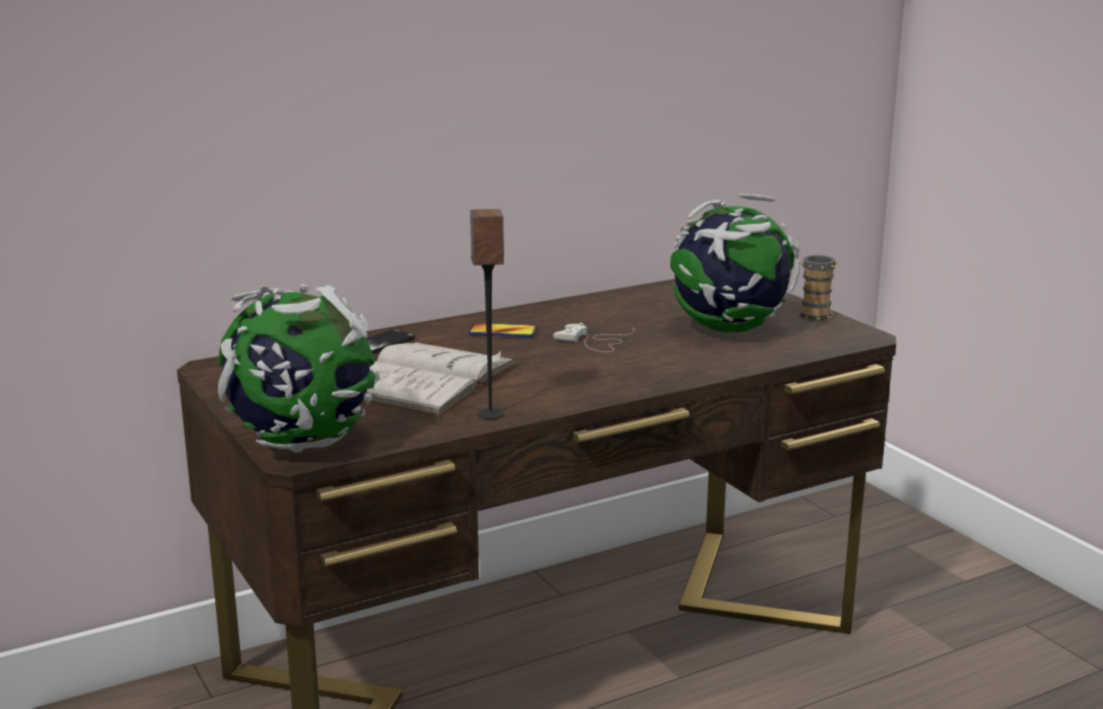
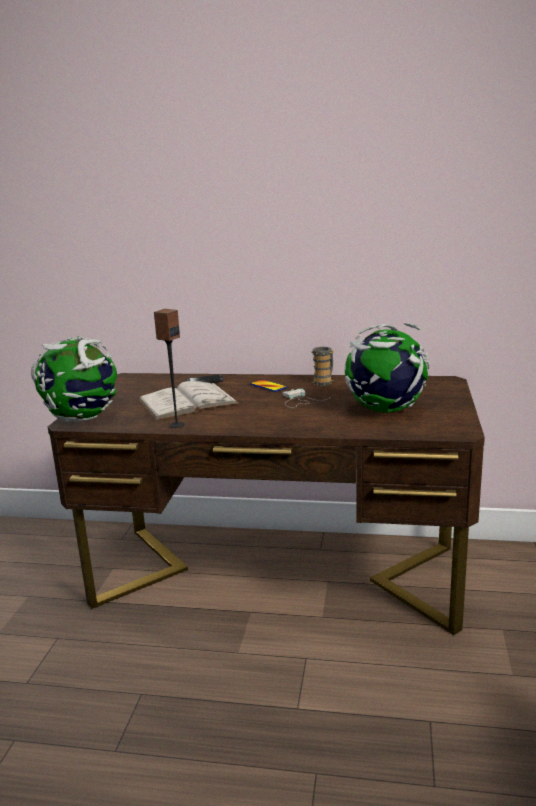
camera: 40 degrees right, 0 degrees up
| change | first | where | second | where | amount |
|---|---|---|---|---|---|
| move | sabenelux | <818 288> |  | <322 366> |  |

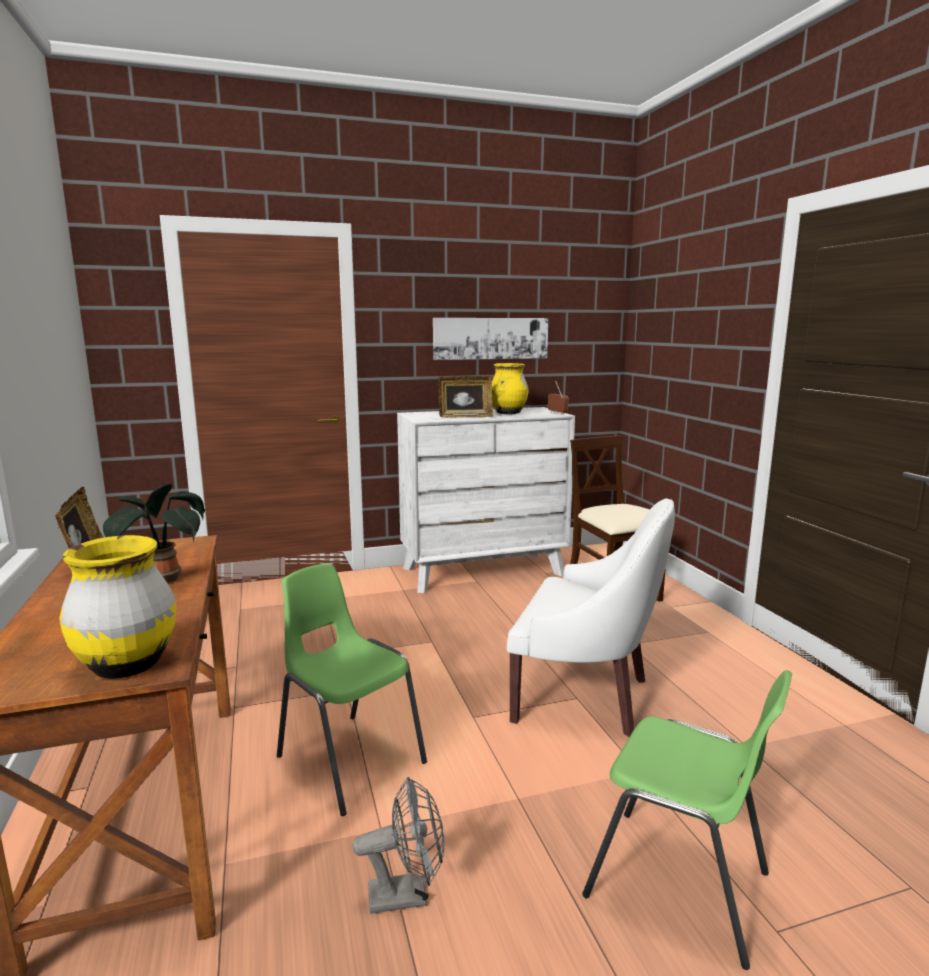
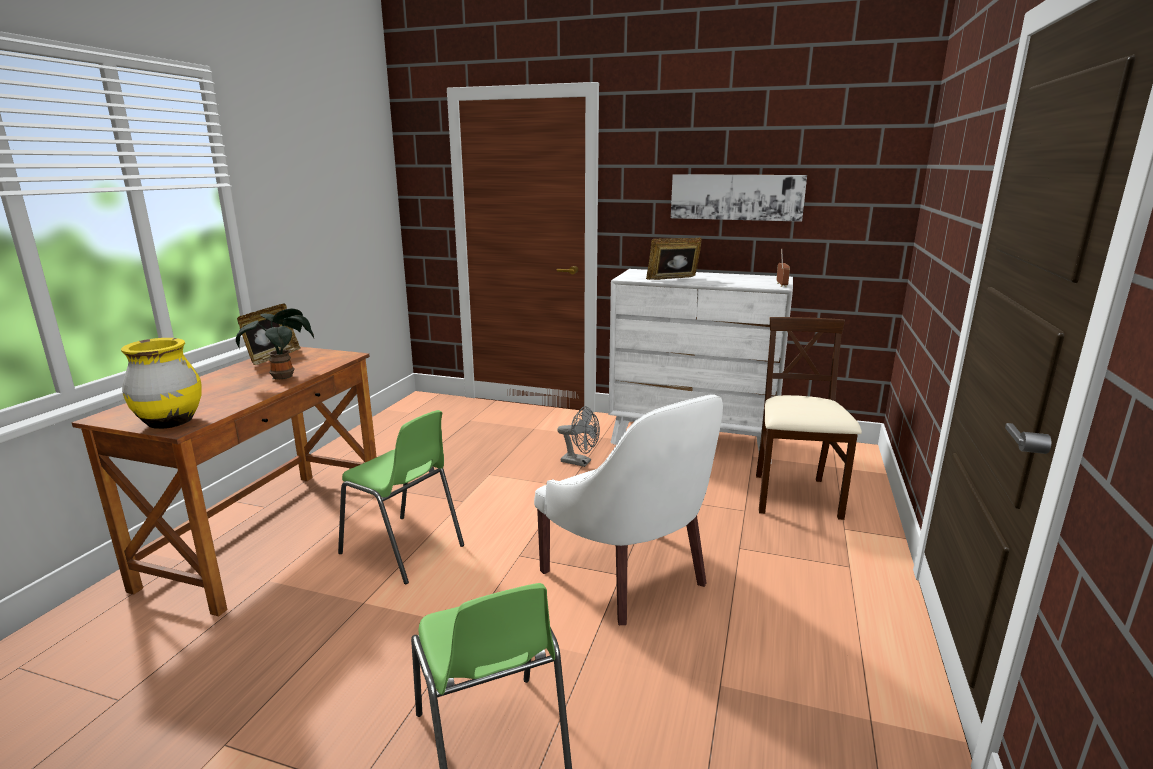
camera: 35 degrees right, 5 degrees up
| change | first | where | second | where | amount |
|---|---|---|---|---|---|
| delete | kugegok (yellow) | <510 388> |  |  |  |
| move | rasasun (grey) | <398 845> |  | <578 436> |  |
| rotate | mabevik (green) | <352 689> |  | <401 497> | 135 degrees clockwise |
| rotate | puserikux | <465 397> |  | <674 258> | 135 degrees clockwise |

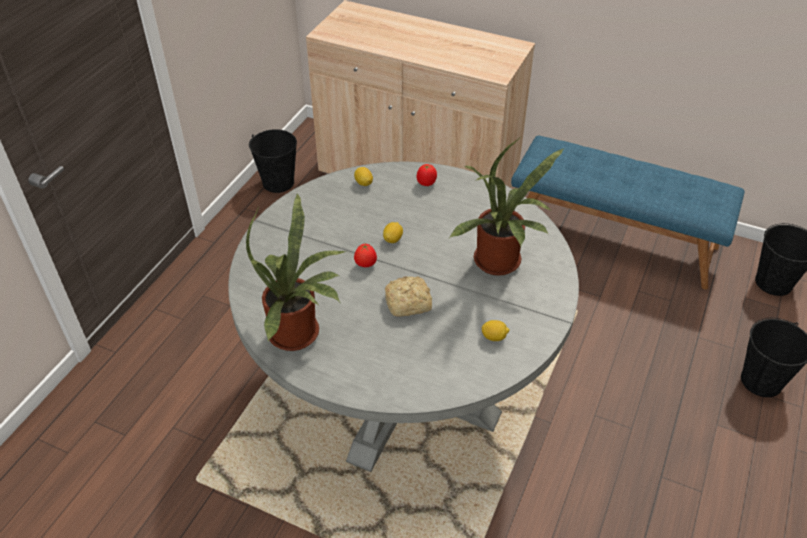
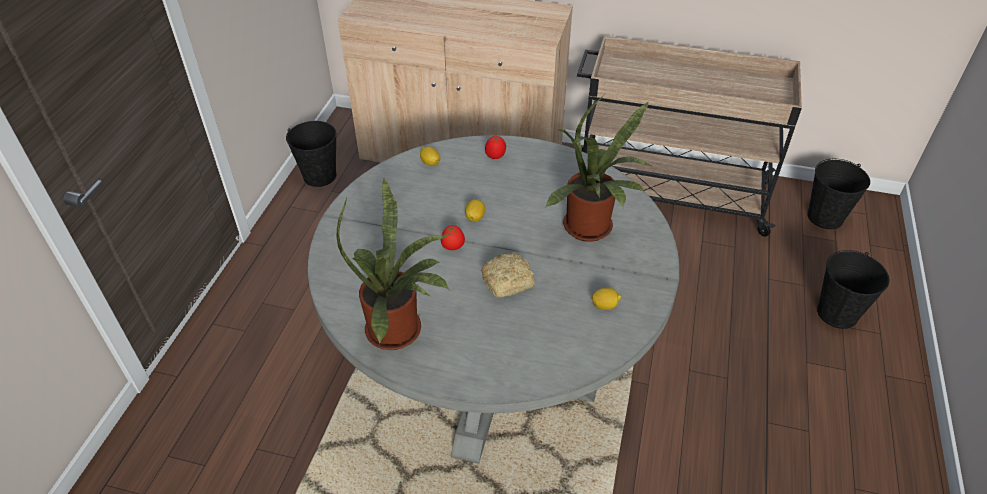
camera: 10 degrees left, 0 degrees up
| change | first | where | second | where | amount |
|---|---|---|---|---|---|
| replace | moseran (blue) | <628 213> | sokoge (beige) | <689 136> |  |

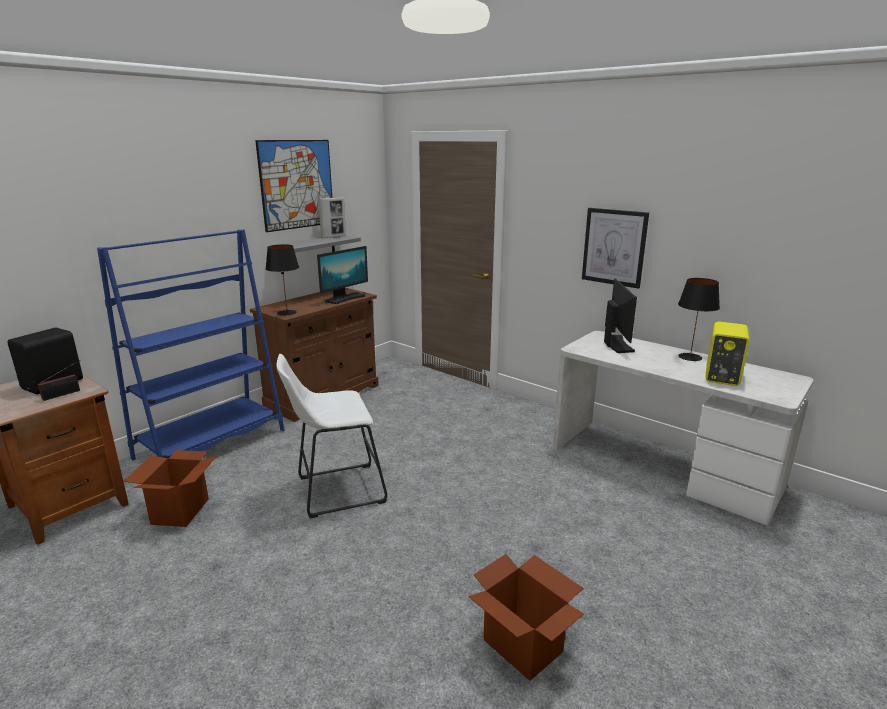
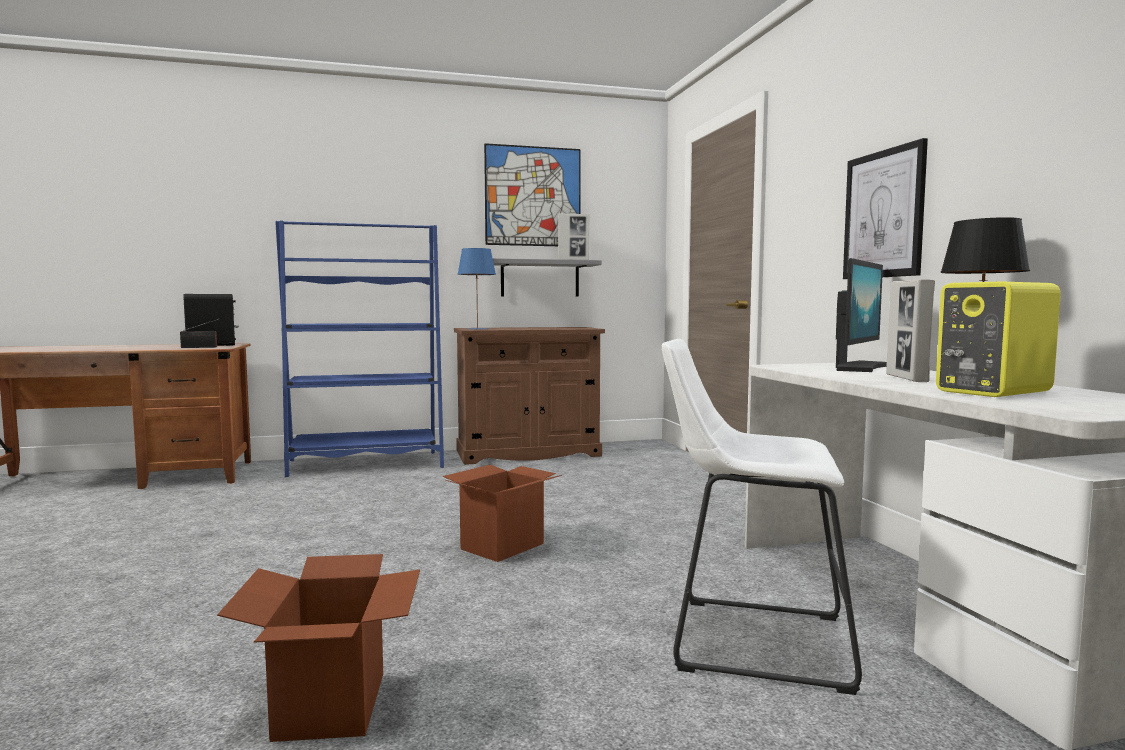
camera: 35 degrees right, 15 degrees down
| change | first | where | second | where | amount |
|---|---|---|---|---|---|
| delete | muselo | <342 275> |  |  |  |
| insert |  |  | puserikux | <910 331> |  |
| move | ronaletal | <170 488> |  | <502 513> |  |
| move | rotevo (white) | <331 436> |  | <762 517> |  |
| recolor | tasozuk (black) | <282 280> | tasozuk (blue) | <477 289> |  |

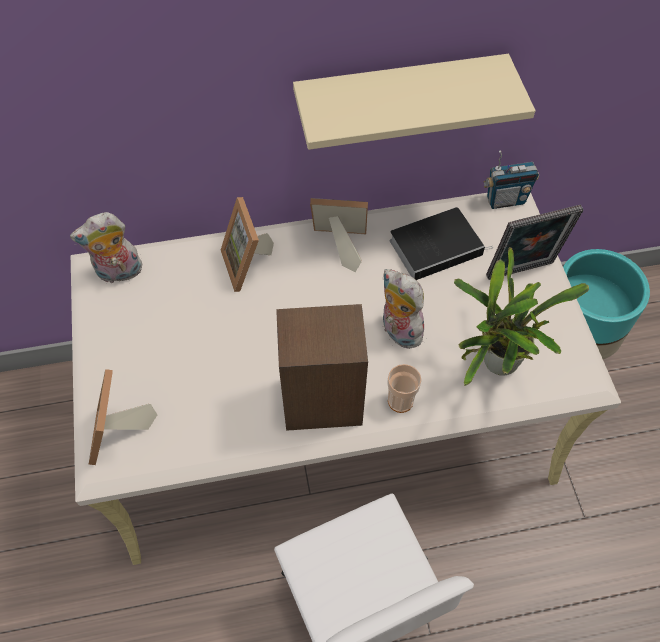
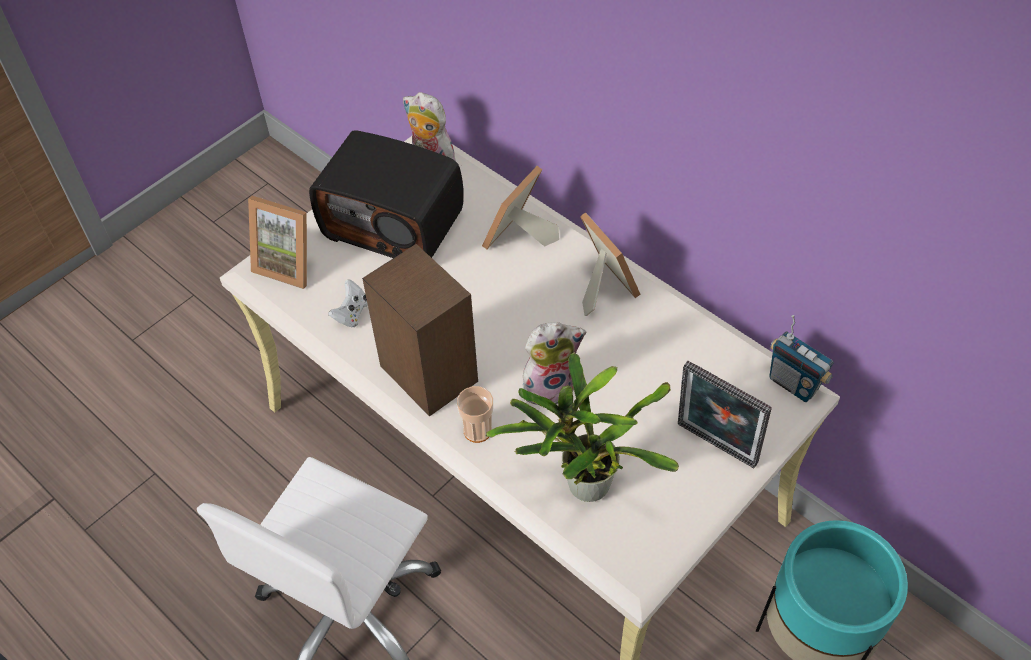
camera: 55 degrees right, 5 degrees down
| change | first | where | second | where | amount |
|---|---|---|---|---|---|
| delete | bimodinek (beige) | <414 102> |  |  |  |
| delete | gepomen | <441 243> |  |  |  |
| insert |  |  | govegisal | <386 194> |  |
| insert |  |  | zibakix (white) | <348 304> |  |
| rotate | puserikux | <123 417> |  | <277 242> | 120 degrees counterclockwise |
| rotate | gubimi | <403 309> |  | <554 363> | 60 degrees clockwise |

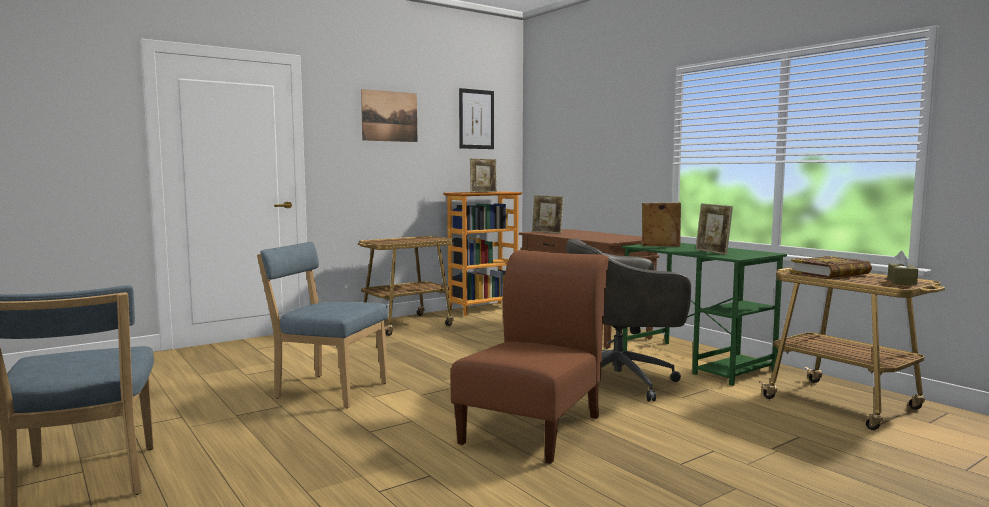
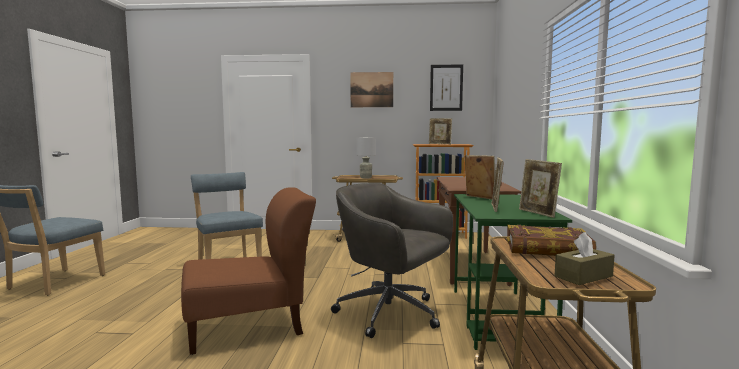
camera: 40 degrees right, 0 degrees up
| change | first | where | second | where | amount |
|---|---|---|---|---|---|
| insert |  |  | tasozuk (grey) | <365 158> |  |
| move | puserikux | <548 214> |  | <540 188> |  |

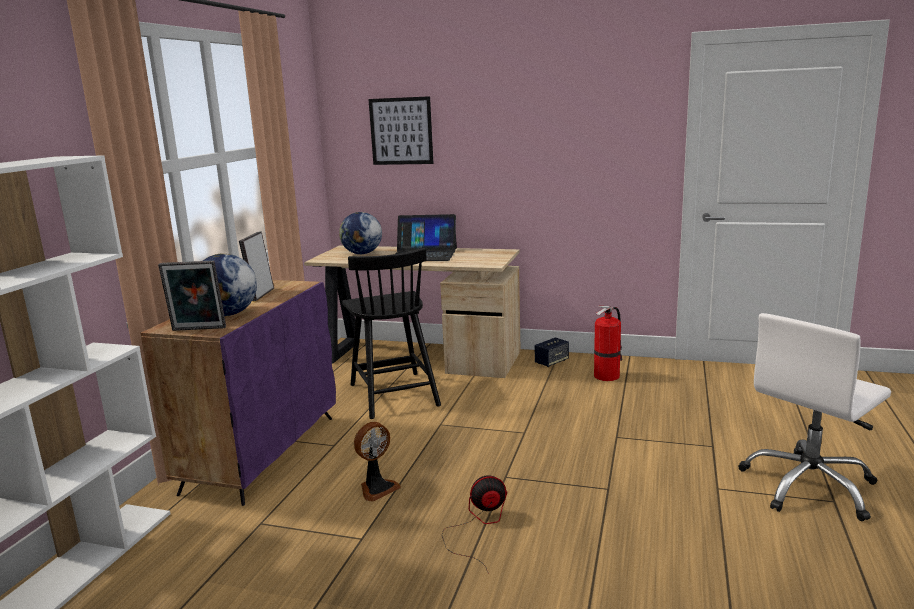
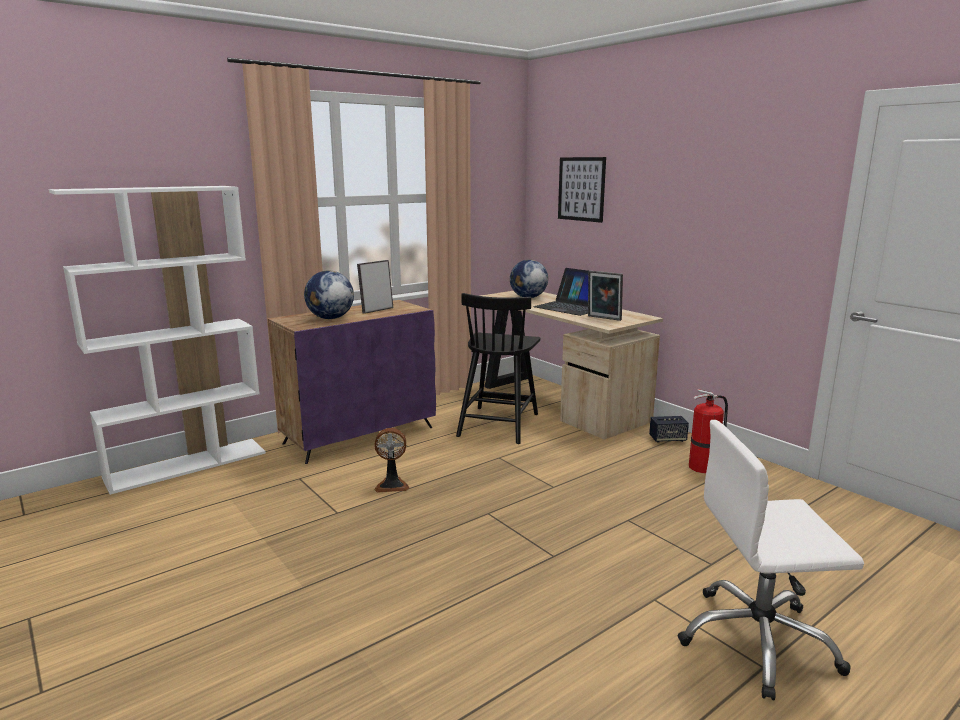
camera: 35 degrees right, 0 degrees up
| change | first | where | second | where | amount |
|---|---|---|---|---|---|
| delete | rasasun | <474 524> |  |  |  |
| move | puserikux | <192 295> |  | <605 296> |  |

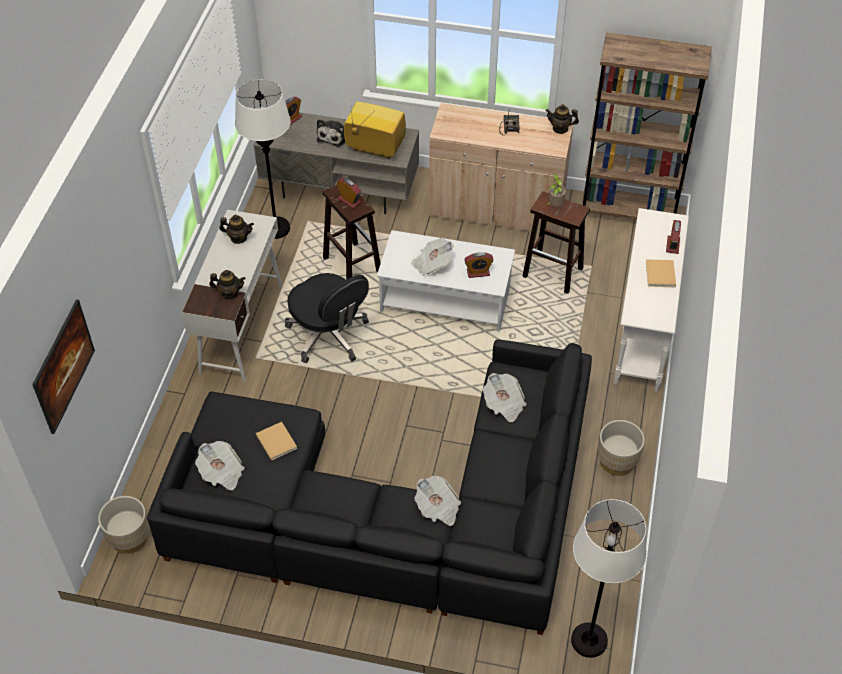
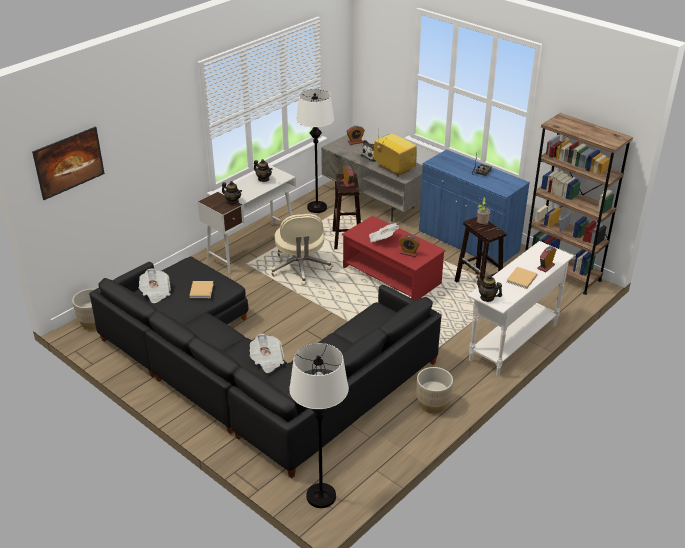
camera: 30 degrees right, 15 degrees down
| change | first | where | second | where | amount |
|---|---|---|---|---|---|
| delete | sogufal | <505 397> |  |  |  |
| move | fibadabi | <562 119> |  | <489 288> |  |
| recolor | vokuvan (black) | <327 318> | vokuvan (beige) | <301 250> |  |
| recolor | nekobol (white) | <446 281> | nekobol (red) | <394 258> |  |
| recolor | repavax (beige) | <501 168> | repavax (blue) | <474 208> |  |

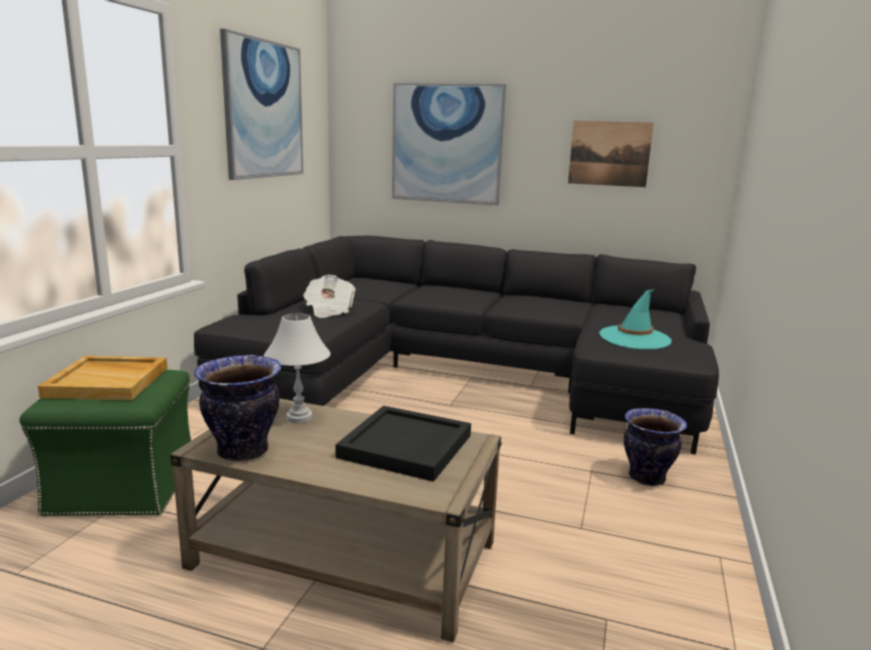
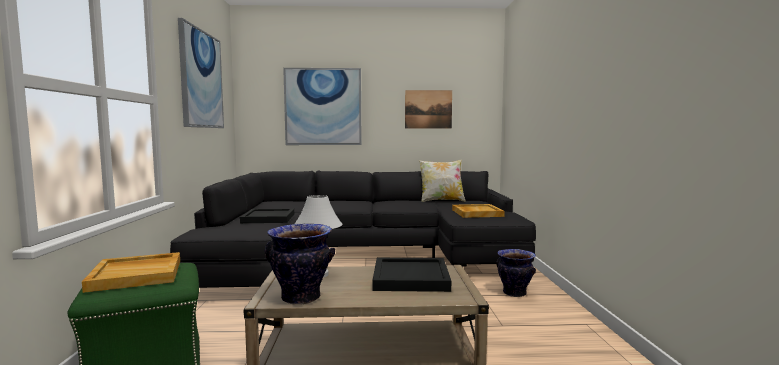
camera: 20 degrees left, 10 degrees down
| change | first | where | second | where | amount |
|---|---|---|---|---|---|
| insert |  |  | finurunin | <442 180> |  |
| replace | sogufal | <329 296> | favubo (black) | <267 215> |  |
| replace | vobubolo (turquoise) | <635 319> | favubo (beige) | <478 211> |  |

